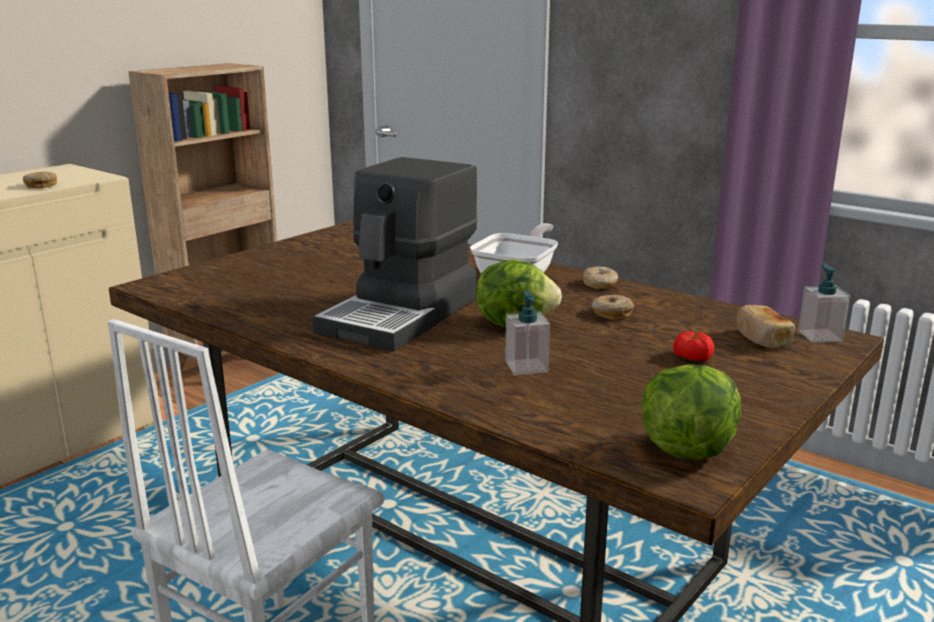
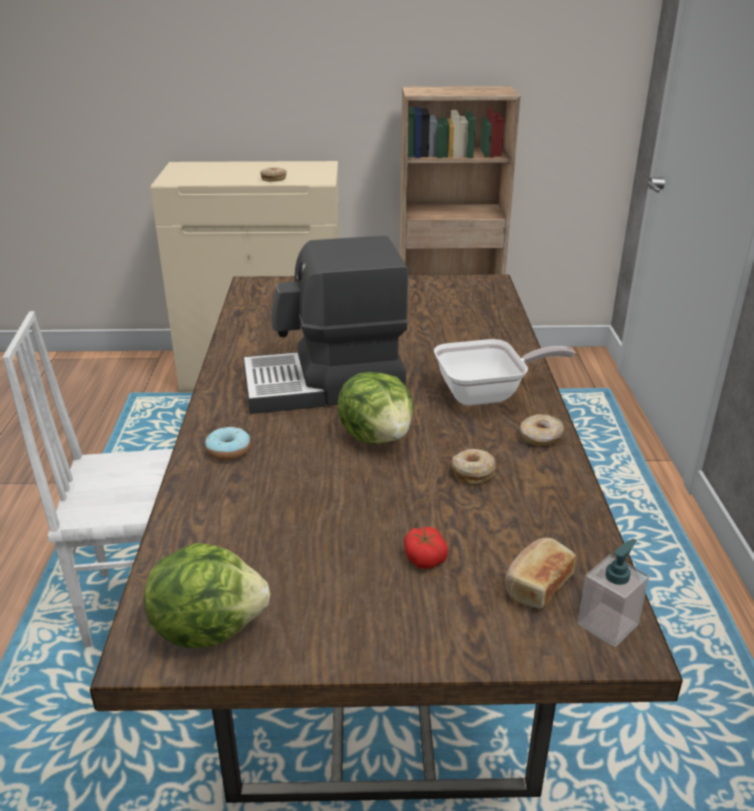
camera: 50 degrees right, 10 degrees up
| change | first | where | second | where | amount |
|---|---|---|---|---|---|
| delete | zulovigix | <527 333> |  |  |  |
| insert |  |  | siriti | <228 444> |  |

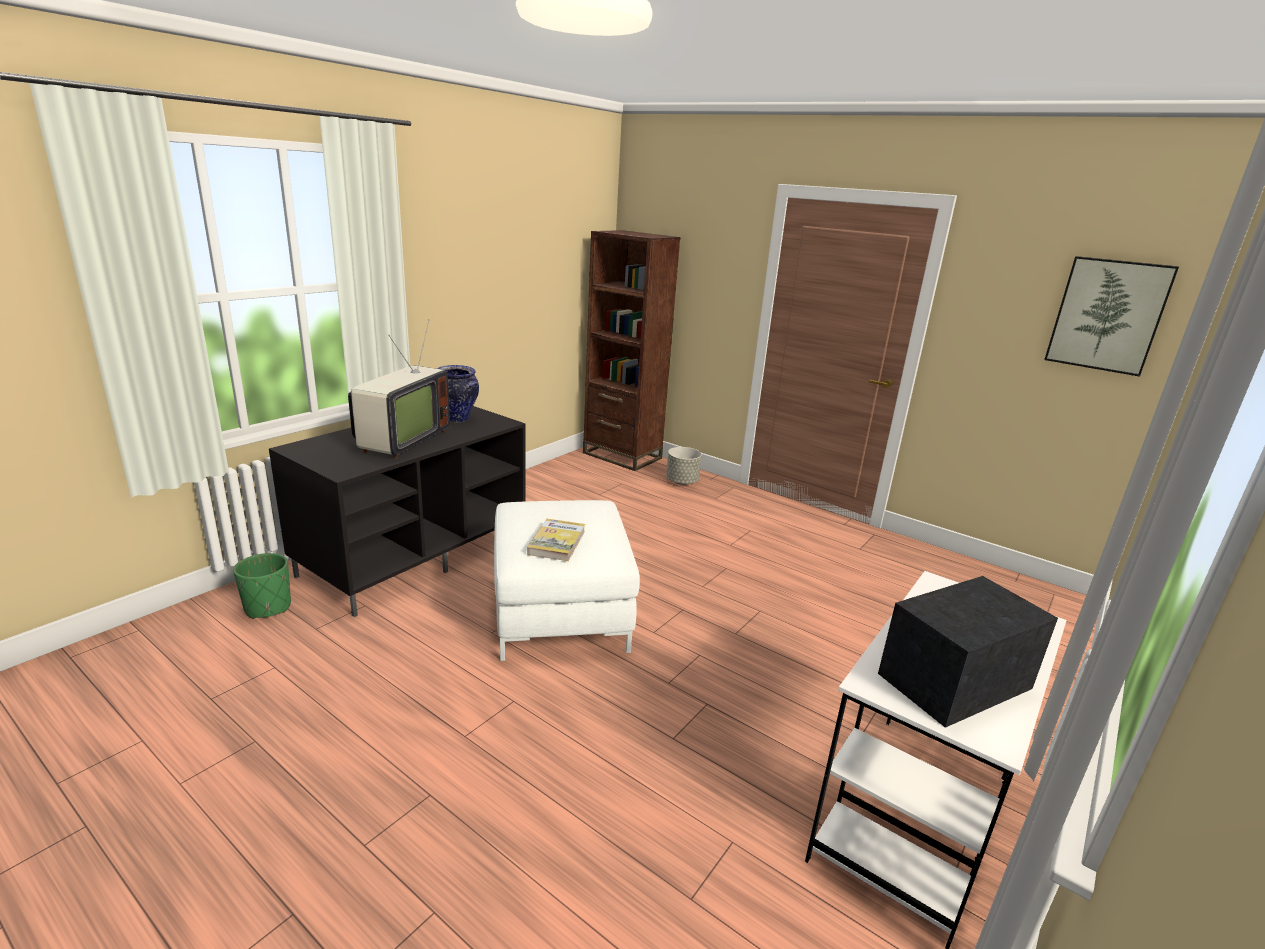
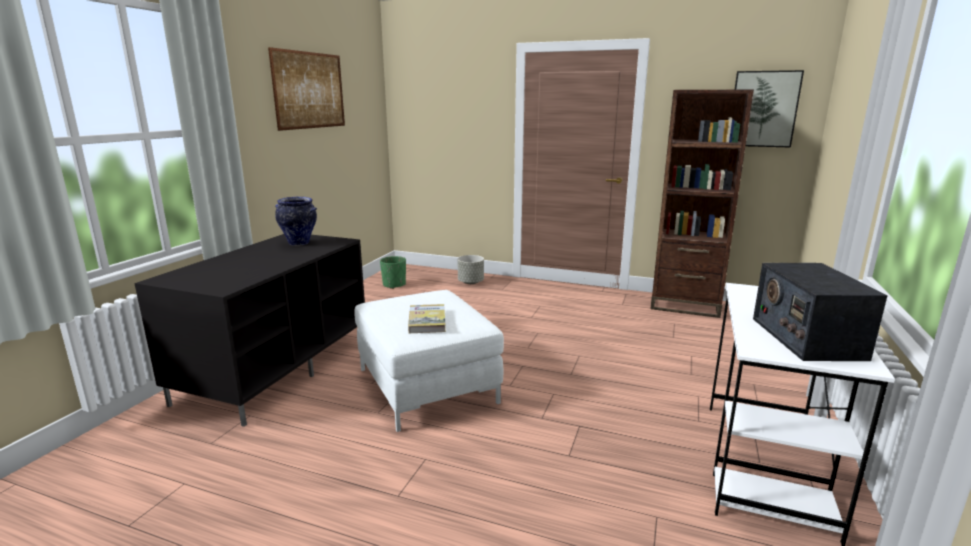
camera: 15 degrees left, 5 degrees down
| change | first | where | second | where | amount |
|---|---|---|---|---|---|
| delete | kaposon | <399 389> |  |  |  |
| insert |  |  | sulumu | <306 89> |  |
| move | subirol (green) | <262 586> |  | <393 272> |  |
| move | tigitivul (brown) | <632 350> |  | <702 204> |  |
| rotate | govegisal | <968 652> |  | <820 312> | 45 degrees counterclockwise |

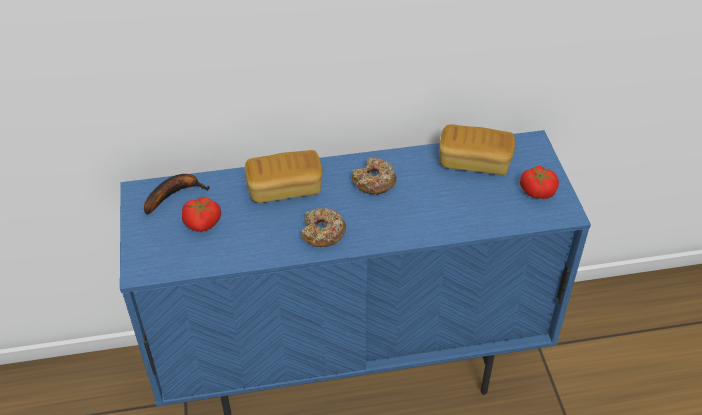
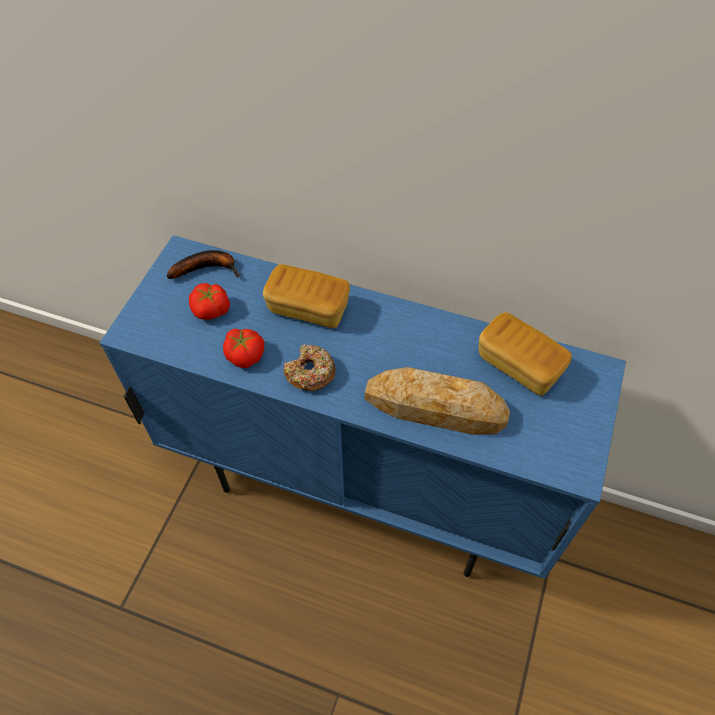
camera: 30 degrees right, 10 degrees up
| change | first | where | second | where | amount |
|---|---|---|---|---|---|
| delete | siriti | <374 176> |  |  |  |
| insert |  |  | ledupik | <437 401> |  |
| move | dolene | <539 182> |  | <243 348> |  |

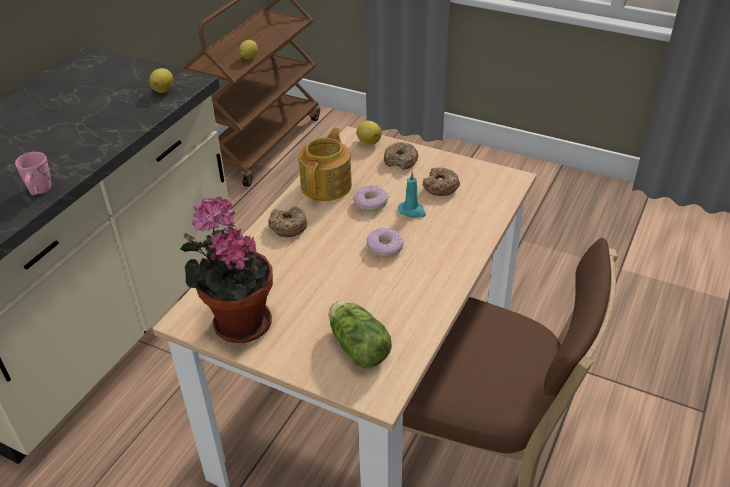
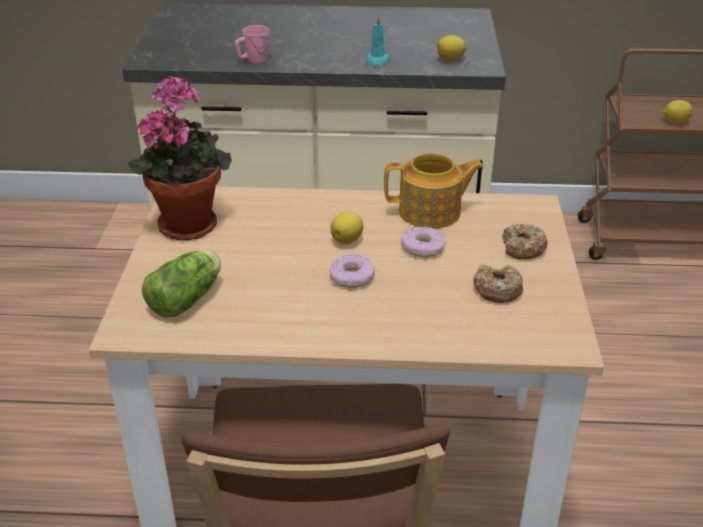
camera: 65 degrees right, 5 degrees down
| change | first | where | second | where | amount |
|---|---|---|---|---|---|
| delete | siriti | <287 221> |  |  |  |
| move | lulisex | <369 133> |  | <347 228> |  |
| move | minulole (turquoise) | <412 194> |  | <378 41> |  |

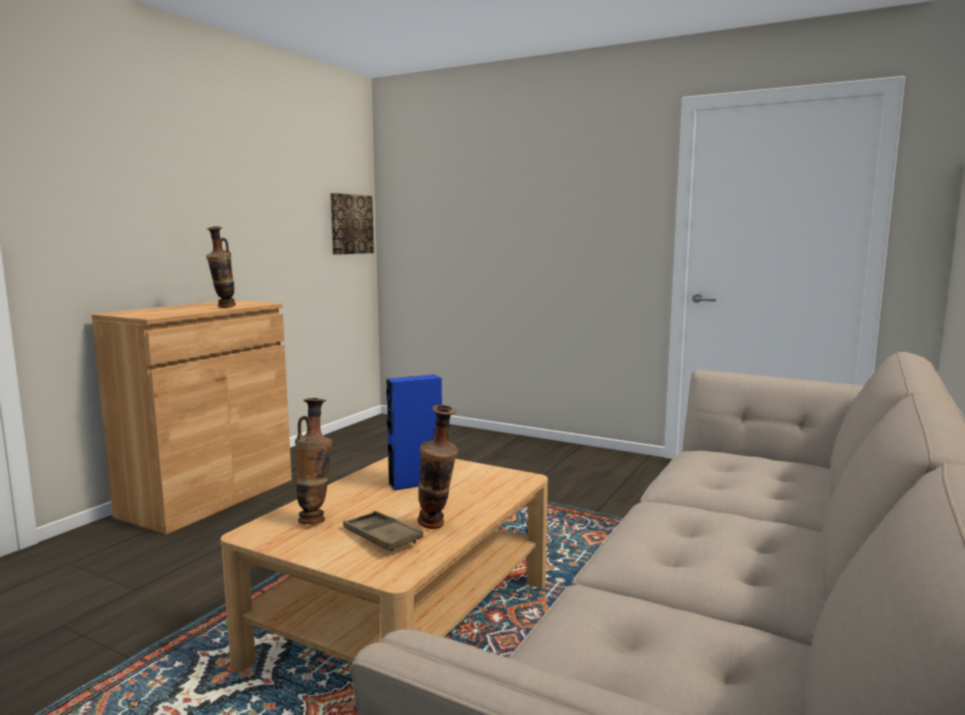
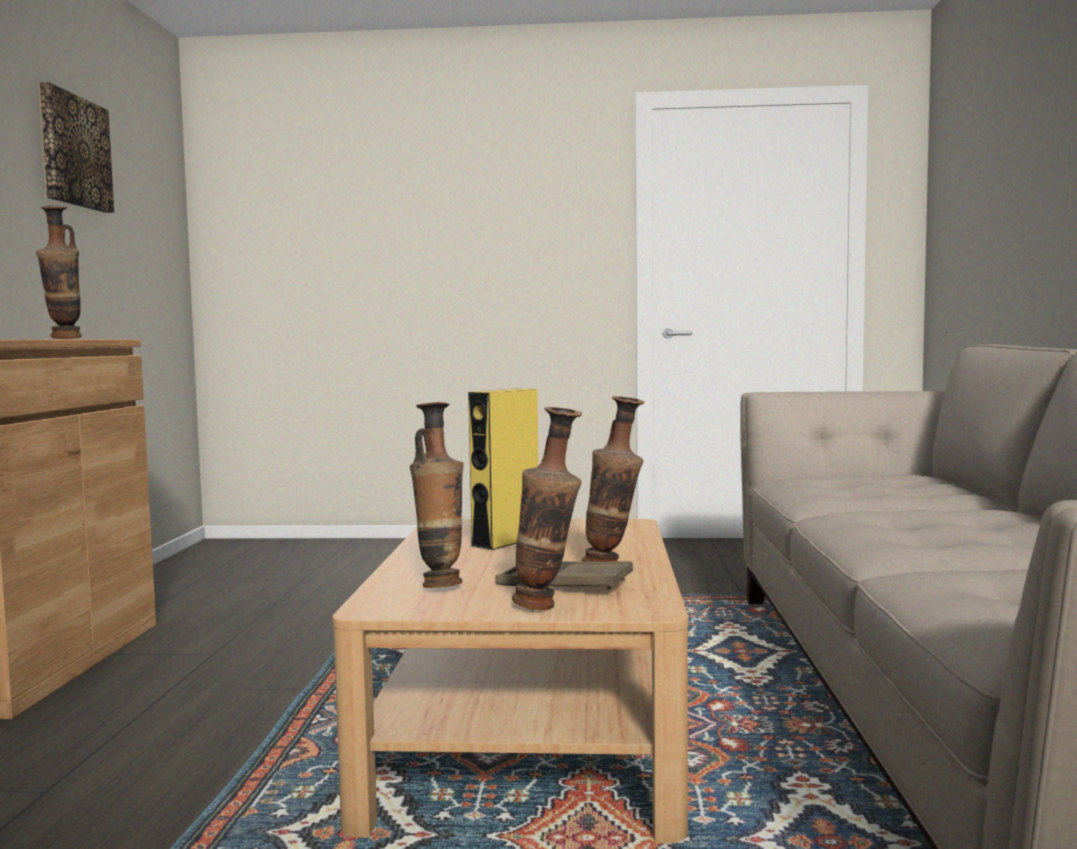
camera: 25 degrees left, 5 degrees down
| change | first | where | second | where | amount |
|---|---|---|---|---|---|
| insert |  |  | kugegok | <547 508> |  |
| move | sulumu | <352 224> |  | <76 147> |  |
| recolor | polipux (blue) | <414 432> | polipux (yellow) | <503 469> |  |

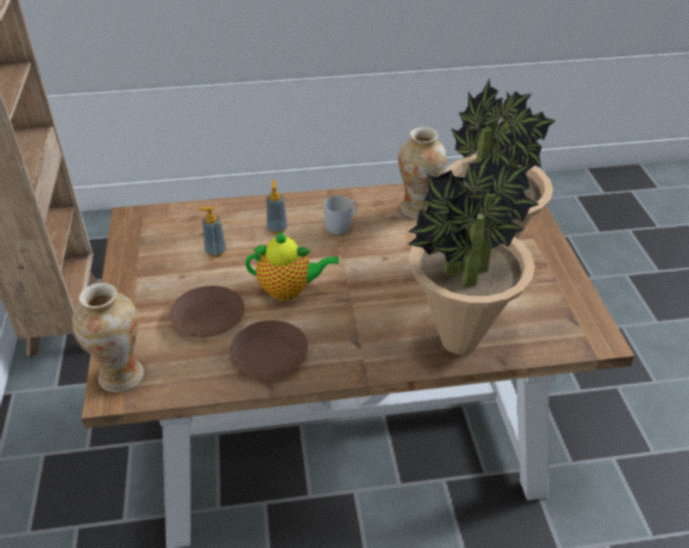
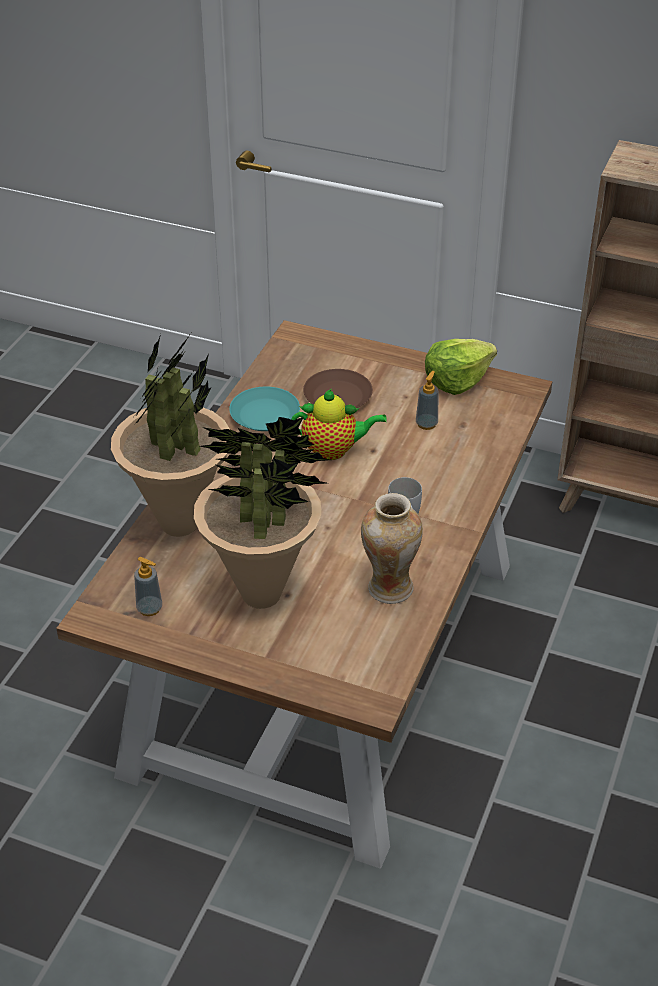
camera: 120 degrees right, 0 degrees up
| change | first | where | second | where | amount |
|---|---|---|---|---|---|
| delete | kugegok | <108 337> |  |  |  |
| insert |  |  | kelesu | <461 367> |  |
| move | zulovigix | <276 206> |  | <148 586> |  |
| recolor | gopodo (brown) | <269 349> | gopodo (turquoise) | <264 409> |  |
| rotate | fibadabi | <292 265> |  | <339 424> | 120 degrees counterclockwise |

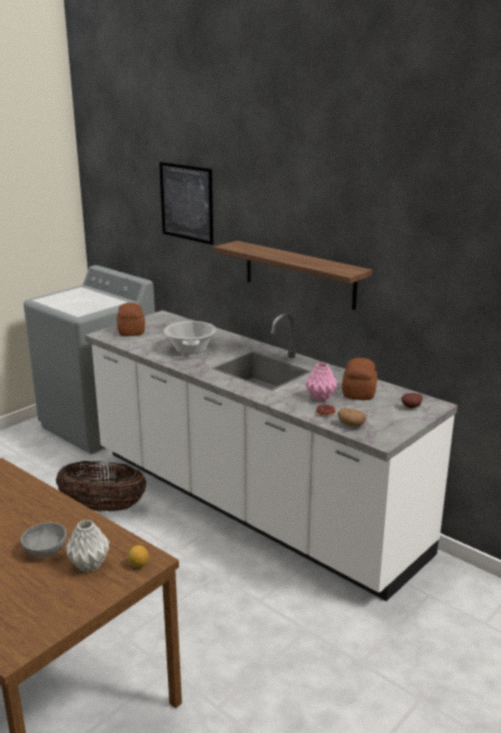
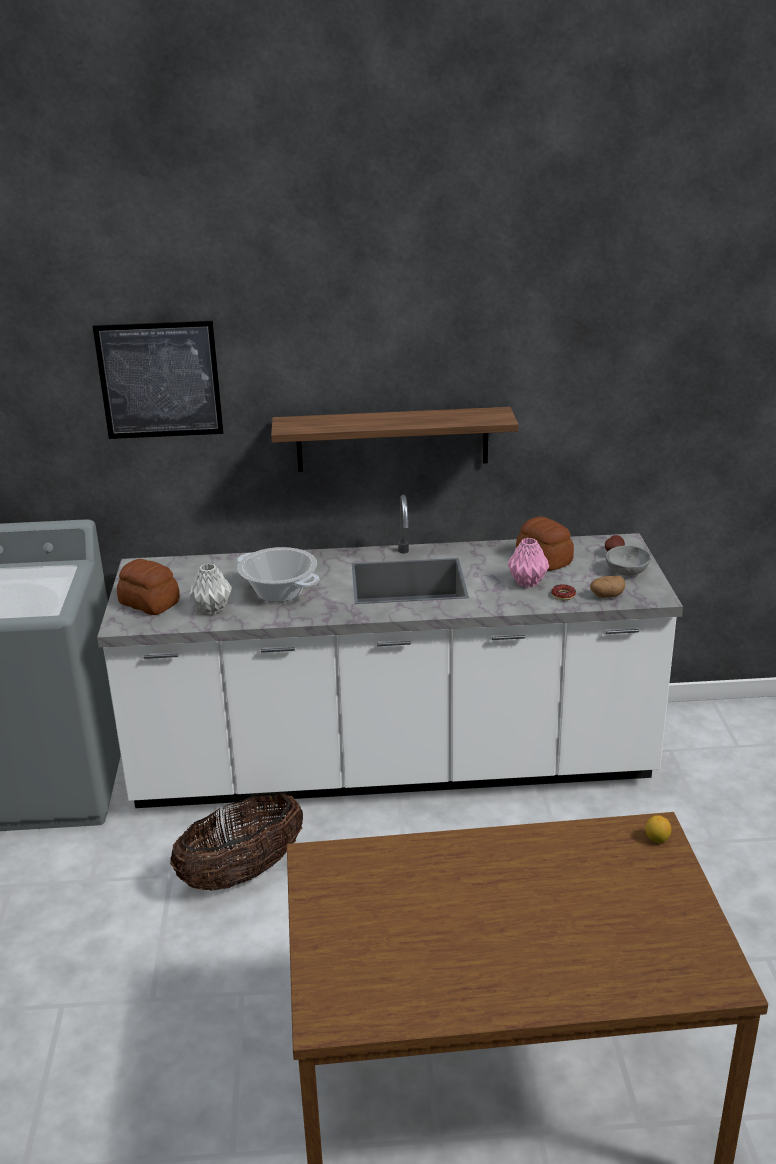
camera: 45 degrees left, 5 degrees up
| change | first | where | second | where | amount |
|---|---|---|---|---|---|
| move | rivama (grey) | <44 539> |  | <628 561> |  |
| move | kugegok (grey) | <87 546> |  | <210 589> |  |

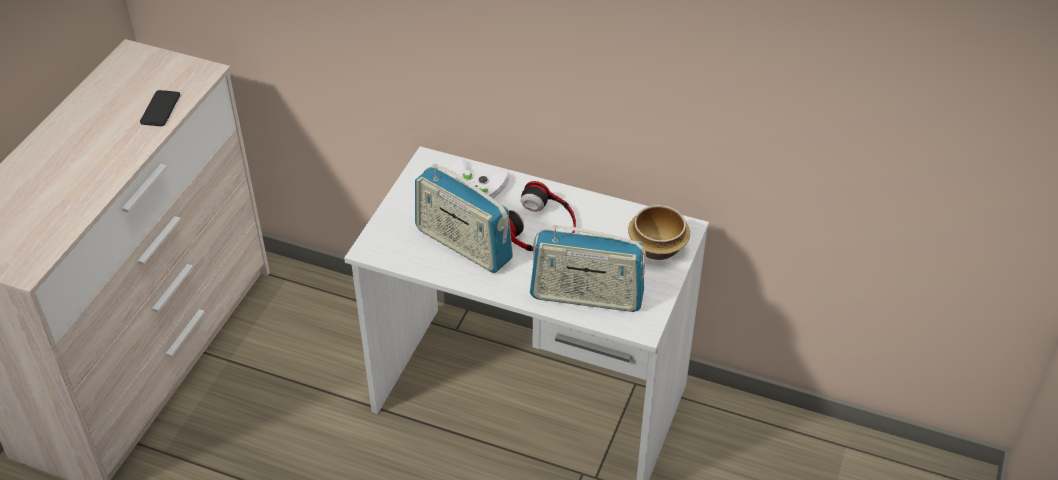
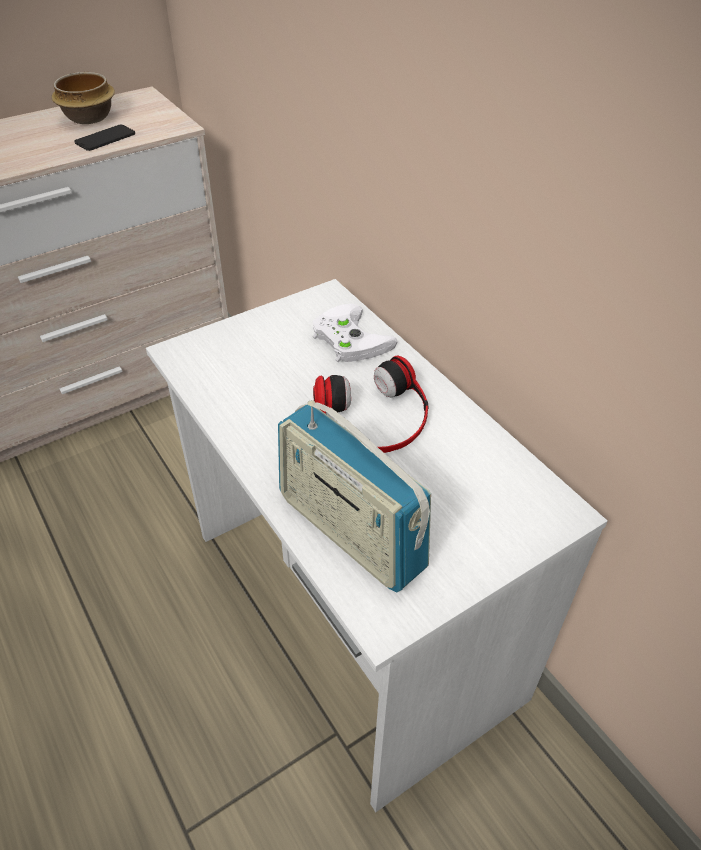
camera: 35 degrees right, 0 degrees up
| change | first | where | second | where | amount |
|---|---|---|---|---|---|
| delete | govegisal | <464 218> |  |  |  |
| move | rivama | <659 232> |  | <83 98> |  |

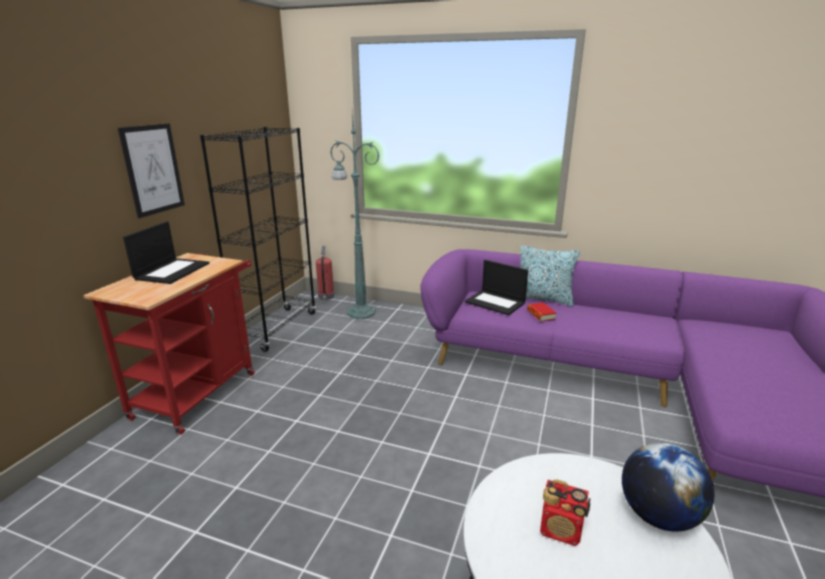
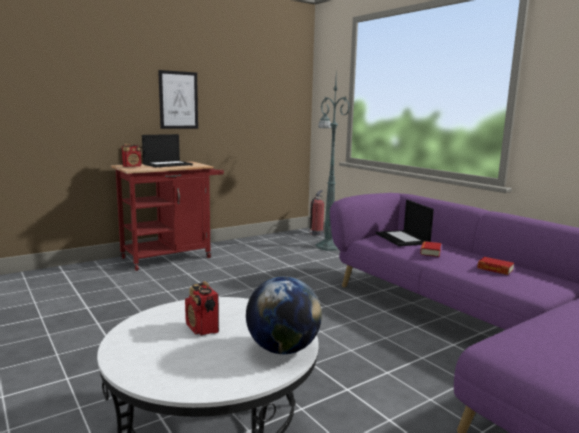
camera: 35 degrees right, 10 degrees down
| change | first | where | second | where | amount |
|---|---|---|---|---|---|
| delete | tigitivul (black) | <258 239> |  |  |  |
| delete | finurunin | <550 275> |  |  |  |
| insert |  |  | govegisal | <131 155> |  |
| insert |  |  | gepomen | <495 266> |  |

